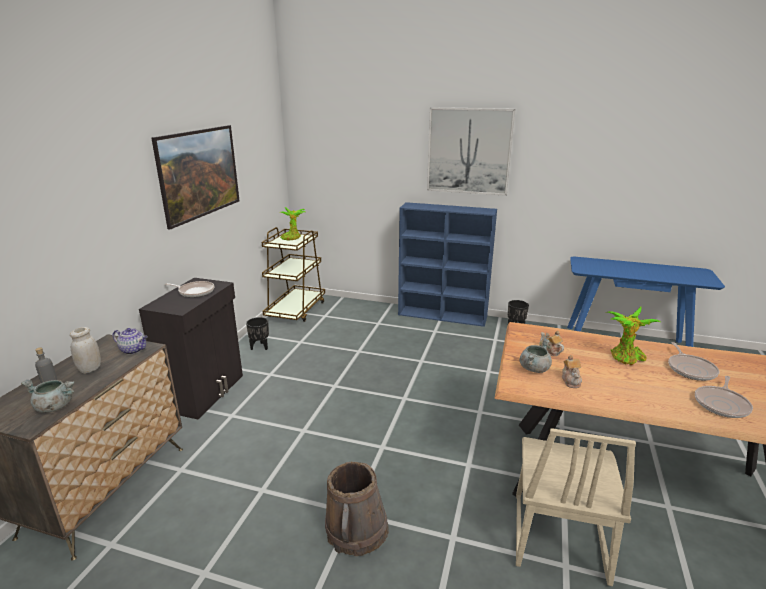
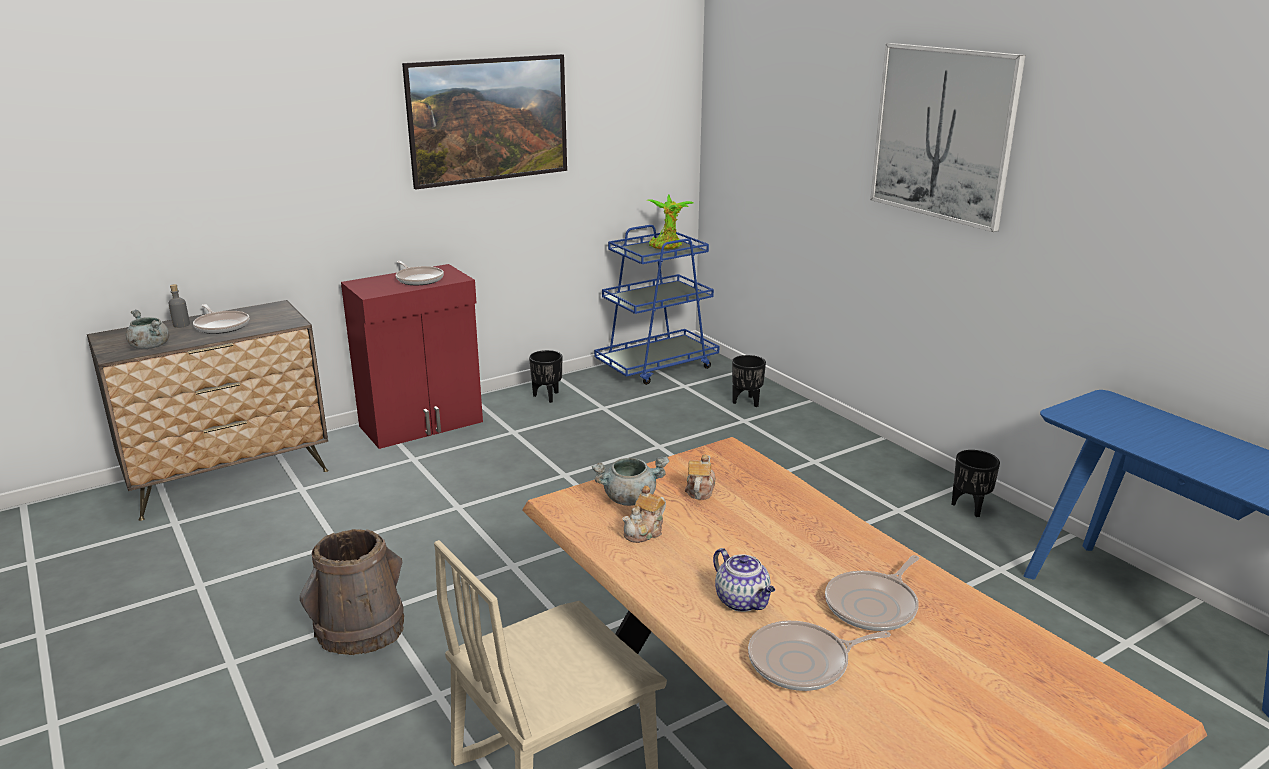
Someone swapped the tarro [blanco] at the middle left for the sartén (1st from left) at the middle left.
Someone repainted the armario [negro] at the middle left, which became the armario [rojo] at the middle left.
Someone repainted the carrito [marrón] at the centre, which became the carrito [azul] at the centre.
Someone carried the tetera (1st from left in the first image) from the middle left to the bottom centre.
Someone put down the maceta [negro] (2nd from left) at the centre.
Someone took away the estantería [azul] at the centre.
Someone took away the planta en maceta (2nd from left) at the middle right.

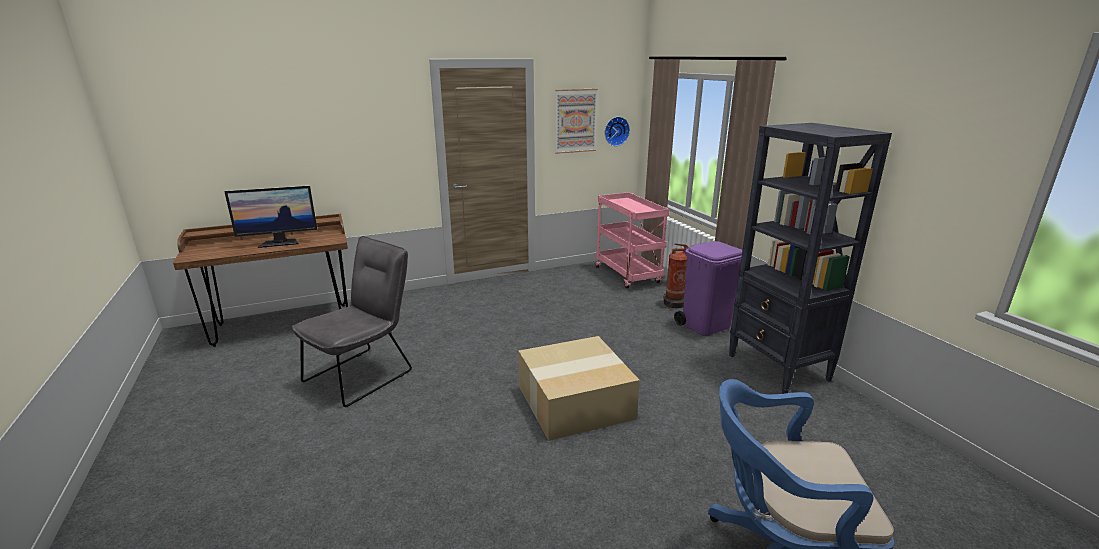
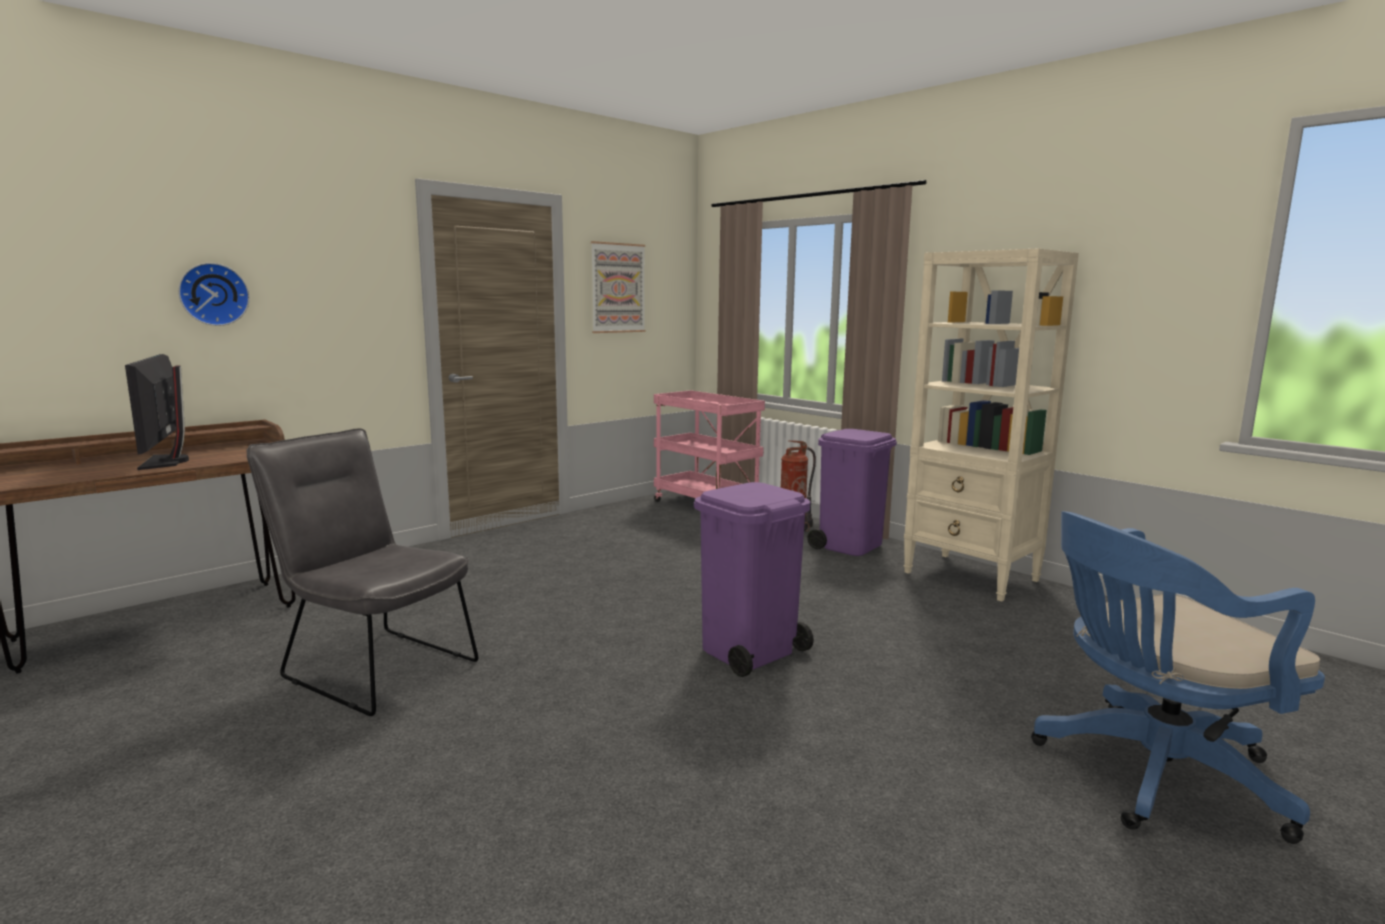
Someone rotated the monitor at the middle left by 105 degrees clockwise.
Someone carried the reloj de pared from the top centre to the top left.
Someone rotated the silla [gris] at the middle left by 75 degrees counterclockwise.
Someone swapped the caja de cartón at the bottom centre for the papelera [morado] (1st from left) at the centre.
Someone repainted the estantería [negro] at the middle right, which became the estantería [beis] at the middle right.

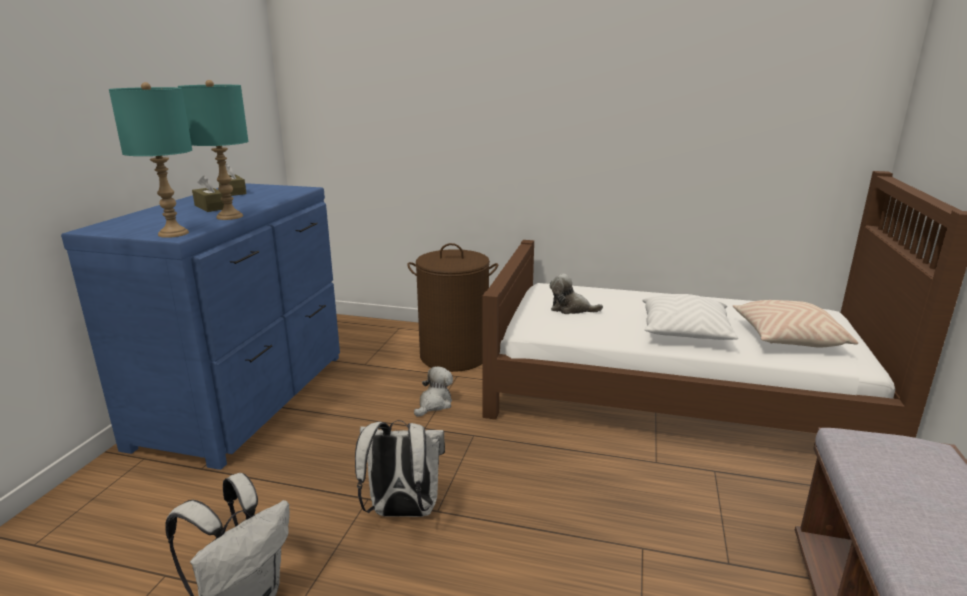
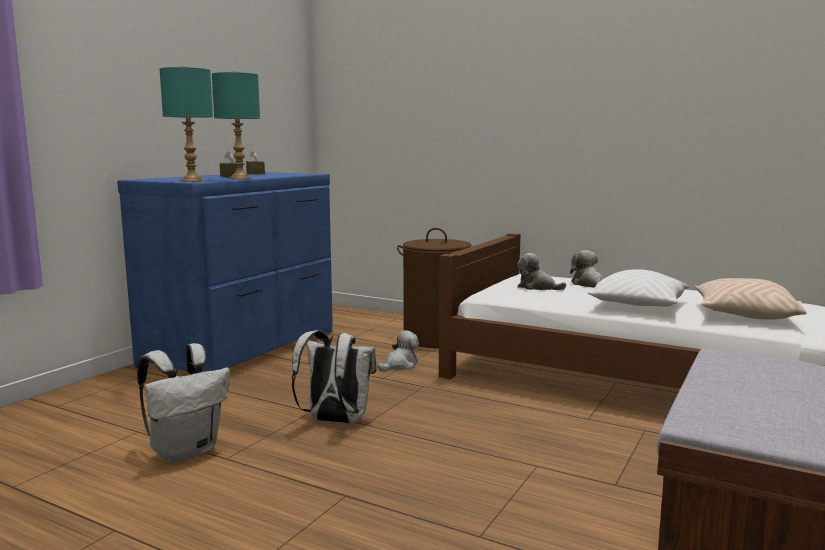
Someone put down the peluche (3rd from left) at the middle right.

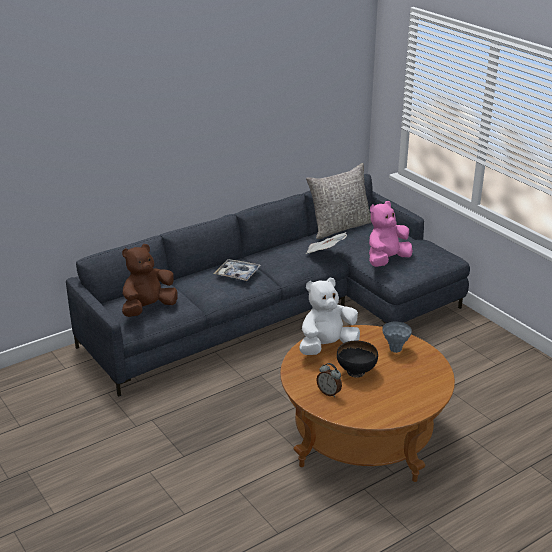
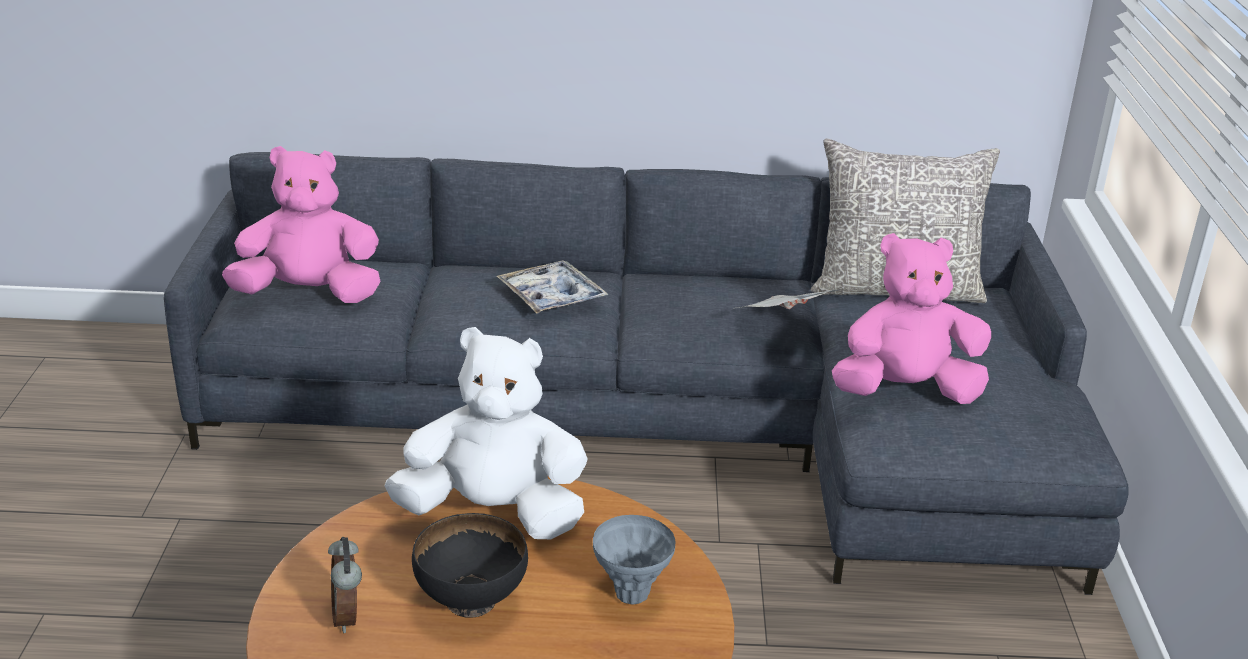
Someone repainted the peluche [marrón] at the middle left, which became the peluche [rosa] (1st from left) at the middle left.

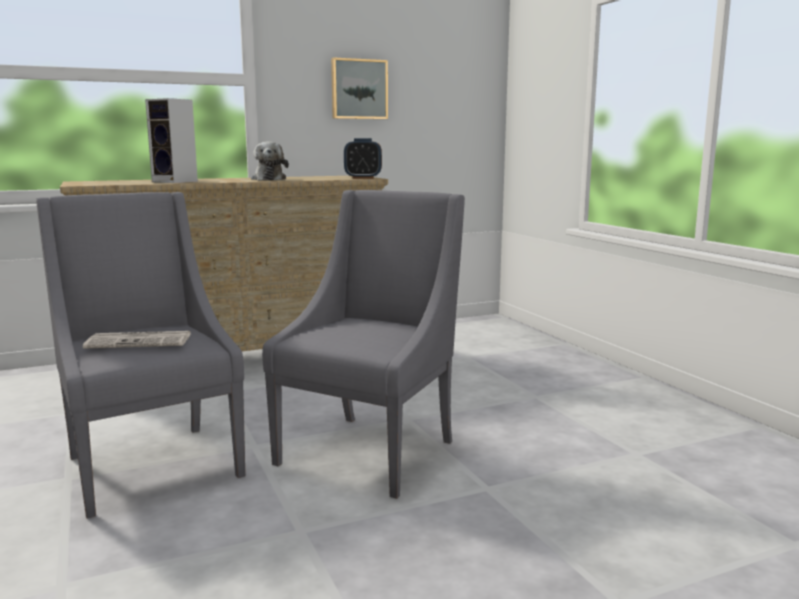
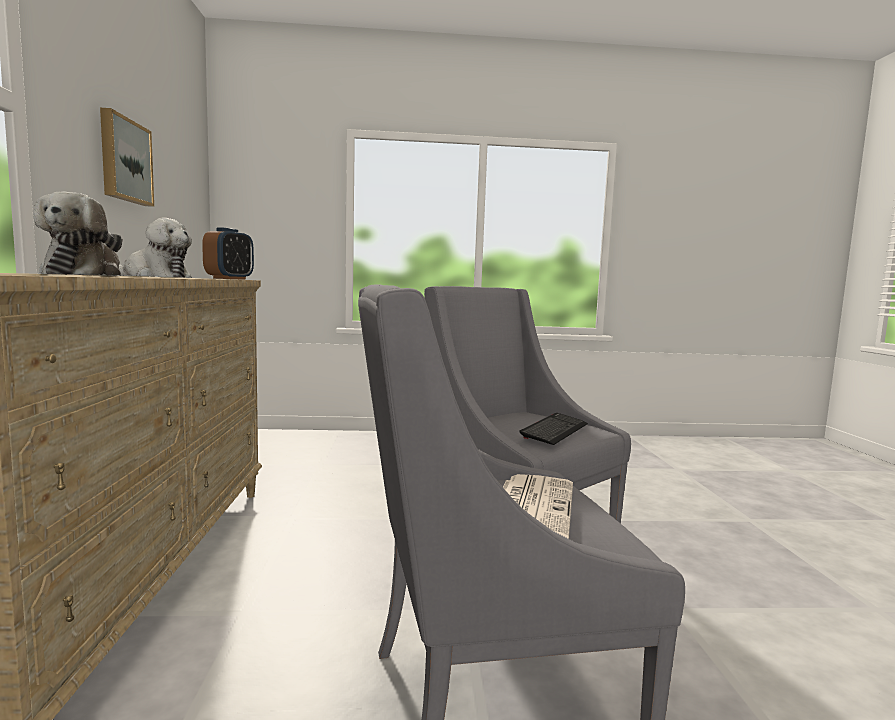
Someone swapped the altavoz at the top left for the peluche (1st from left) at the top left.
Someone put down the teclado at the centre.

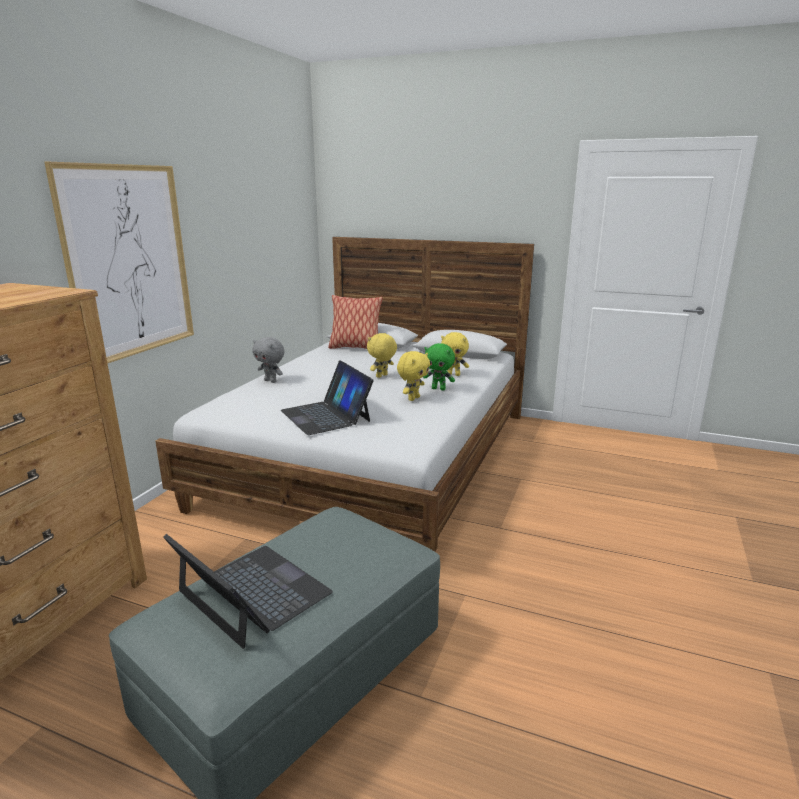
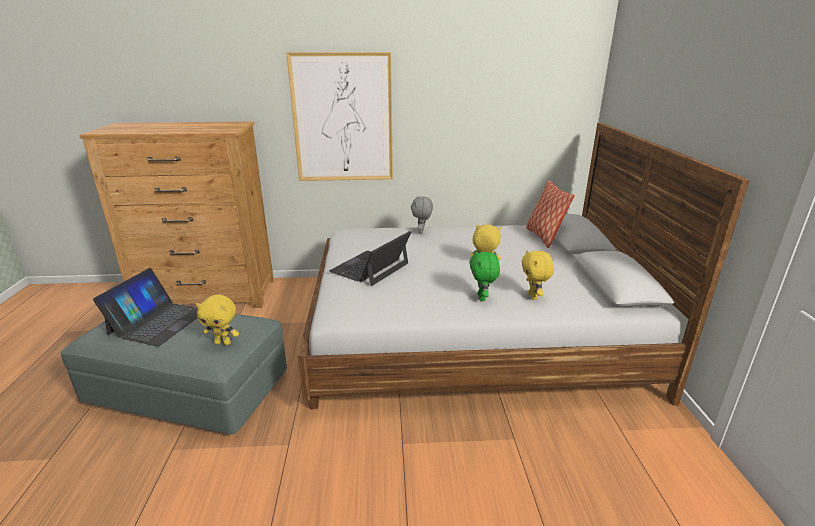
Someone carried the peluche [amarillo] (2nd from left in the first image) from the centre to the middle left.

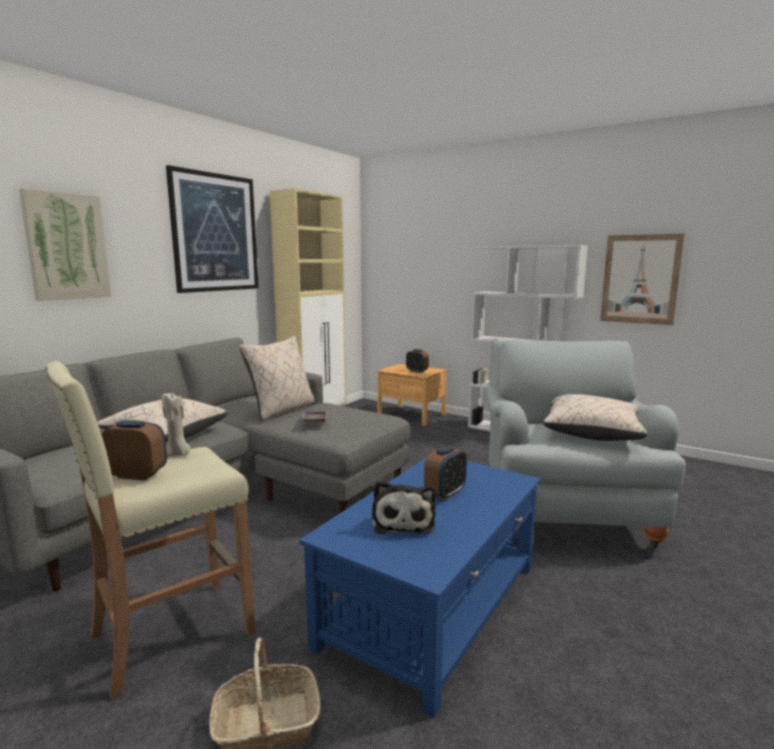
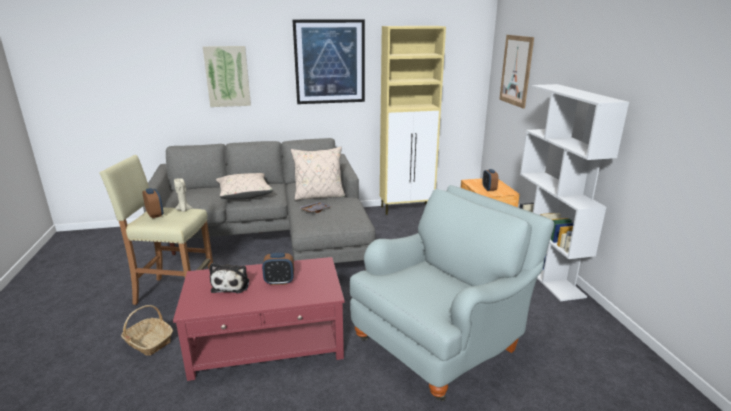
Someone repainted the mesa de centro [azul] at the bottom centre, which became the mesa de centro [rojo] at the bottom centre.
Someone rotated the peluche at the bottom centre by 45 degrees counterclockwise.
Someone carried the cuadro (3rd from left) from the middle right to the top right.
Someone took away the cojín [beis] (3rd from left) at the middle right.

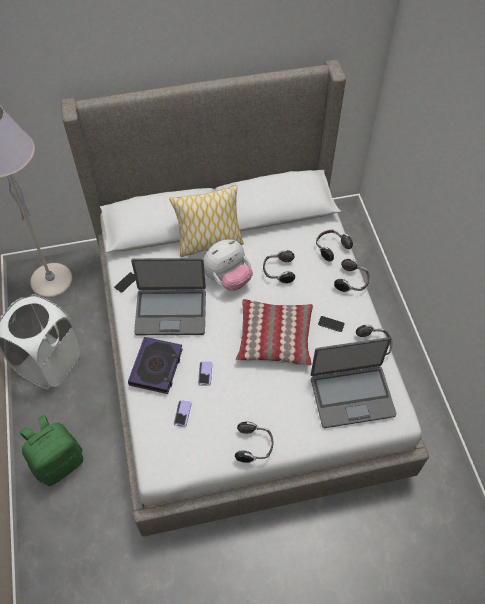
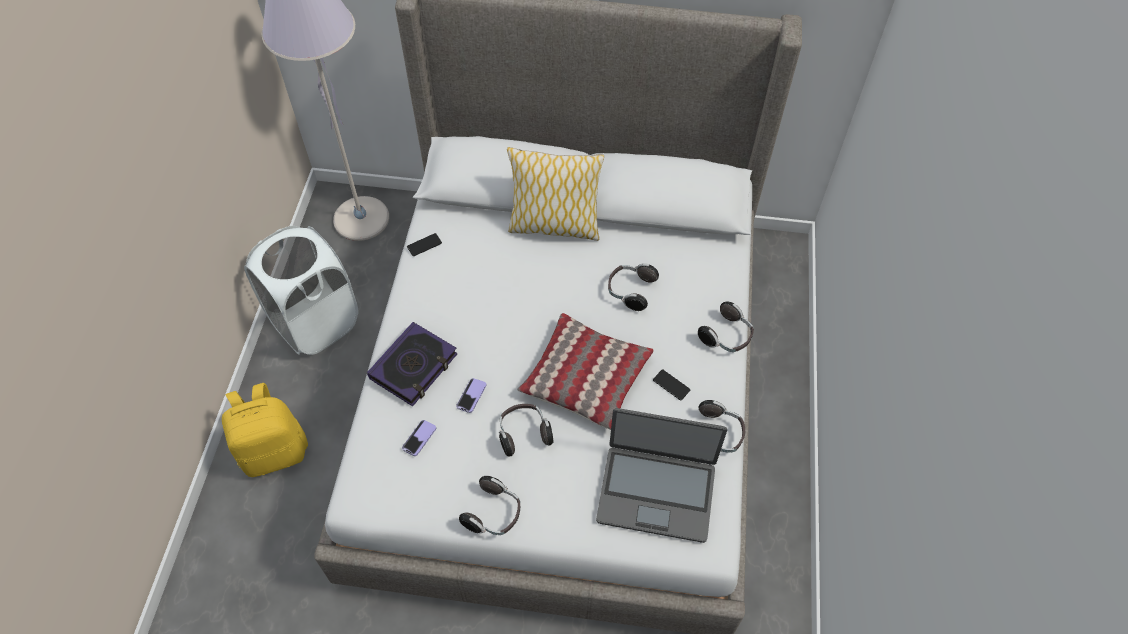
Someone repainted the mochila [verde] at the bottom left, which became the mochila [amarillo] at the bottom left.
Someone carried the auriculares (3rd from left in the first image) from the middle right to the bottom centre.
Someone took away the portátil (1st from left) at the centre.
Someone took away the peluche at the centre.

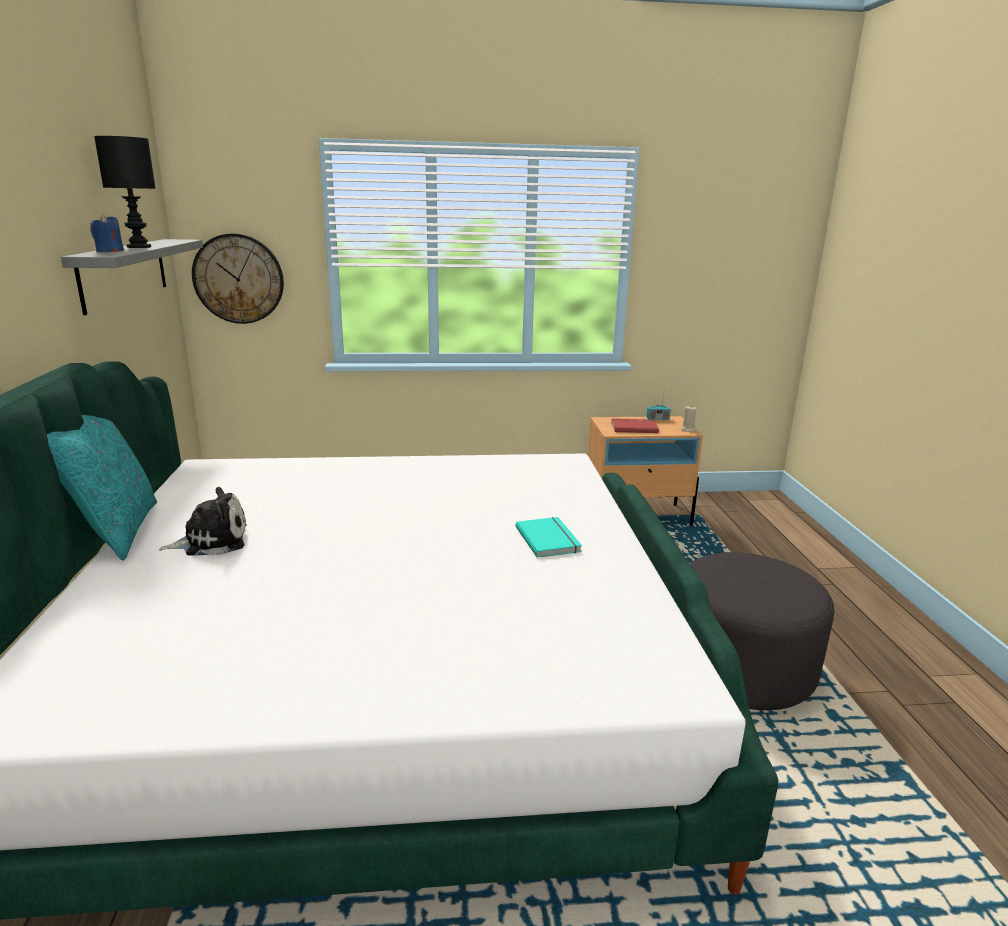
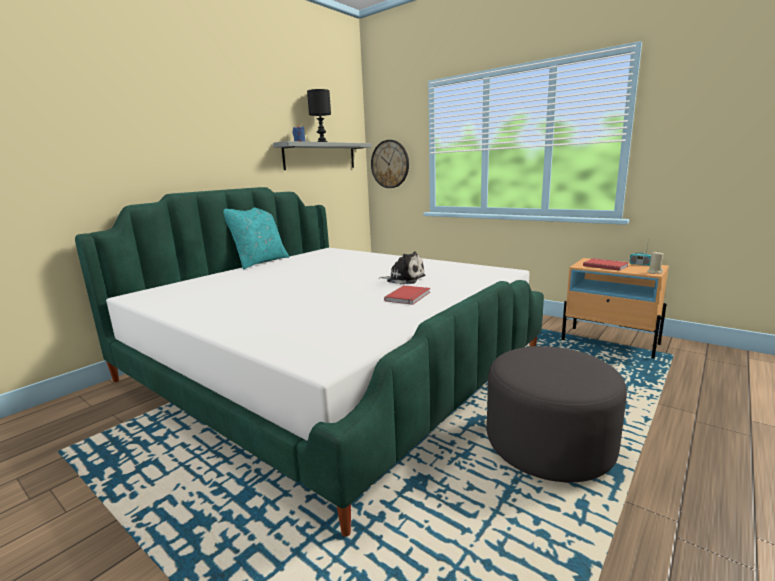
Someone carried the peluche from the middle left to the centre.
Someone repainted the libro [turquesa] at the centre, which became the libro [rojo] (1st from left) at the centre.

